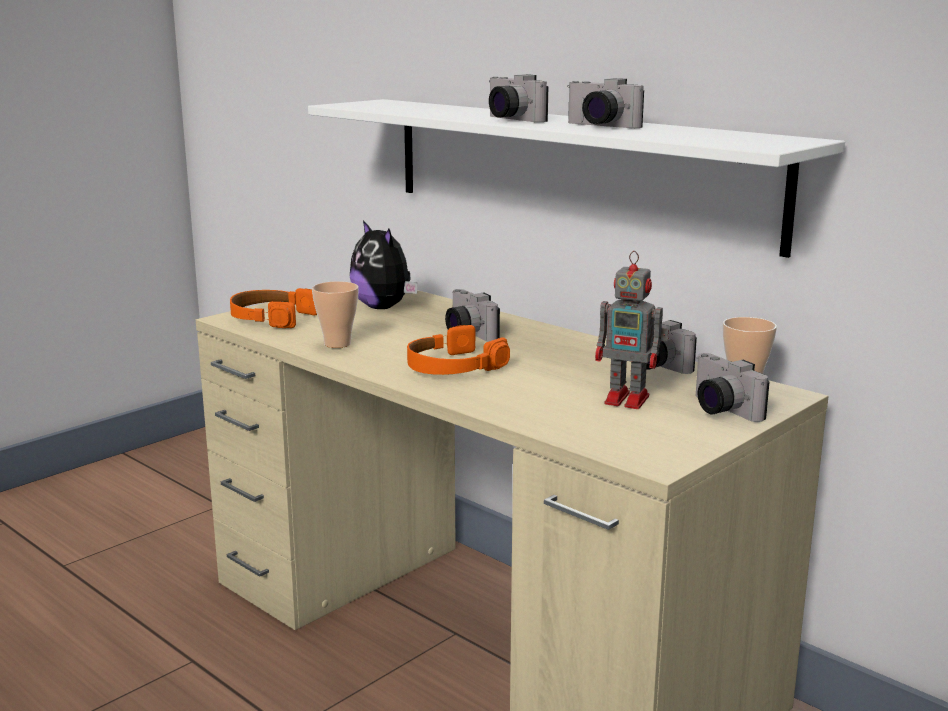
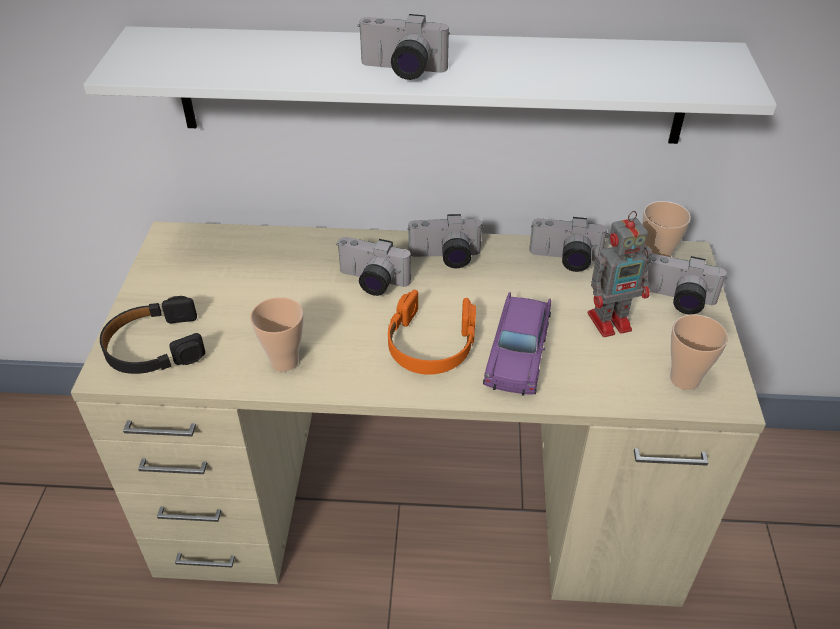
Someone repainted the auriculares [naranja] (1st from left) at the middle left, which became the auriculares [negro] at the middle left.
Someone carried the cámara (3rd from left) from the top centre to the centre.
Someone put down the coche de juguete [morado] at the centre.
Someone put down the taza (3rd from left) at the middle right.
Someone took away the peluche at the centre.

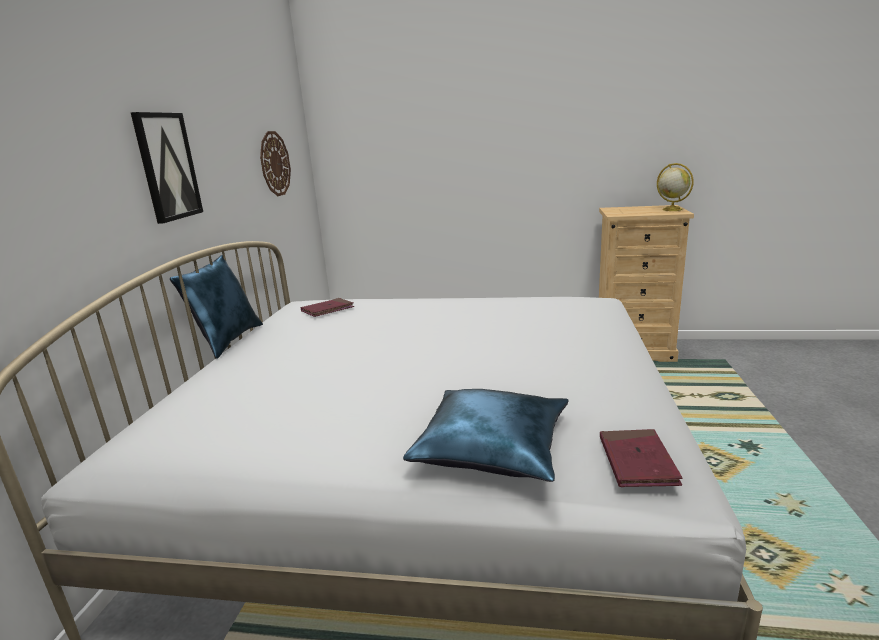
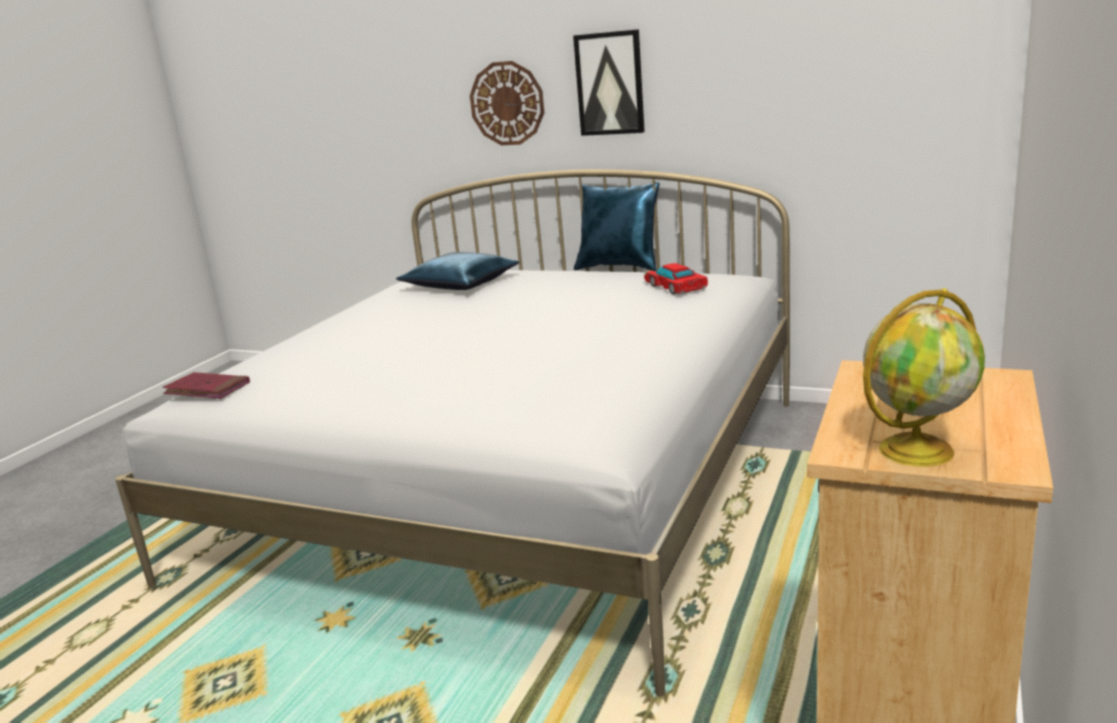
Someone carried the cojín [azul] (2nd from left in the first image) from the bottom centre to the centre.
Someone carried the reloj de pared from the top left to the top centre.
Someone swapped the libro [rojo] (1st from left) at the centre for the coche de juguete at the centre.

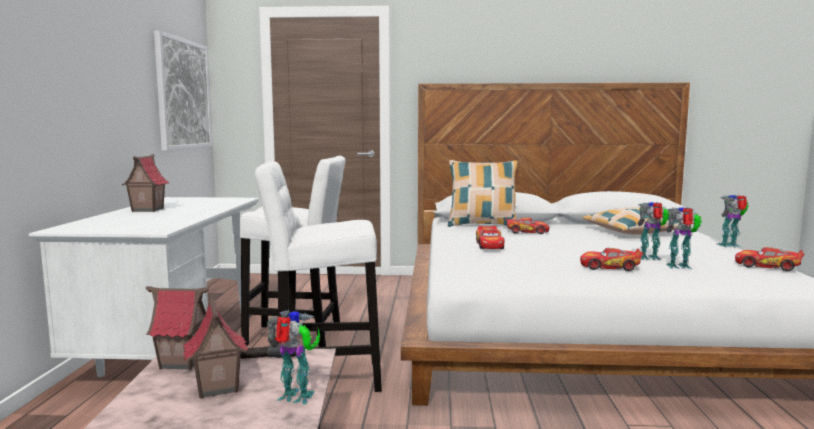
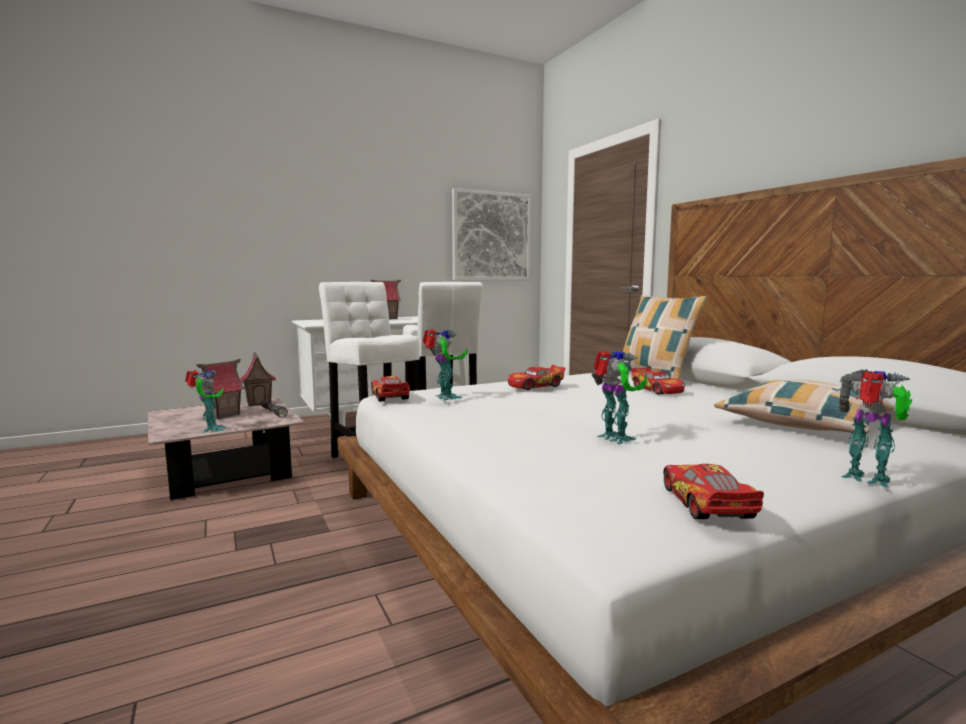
Someone carried the coche de juguete (3rd from left in the first image) from the middle right to the centre.
Someone carried the robot de juguete (3rd from left in the first image) from the middle right to the centre.

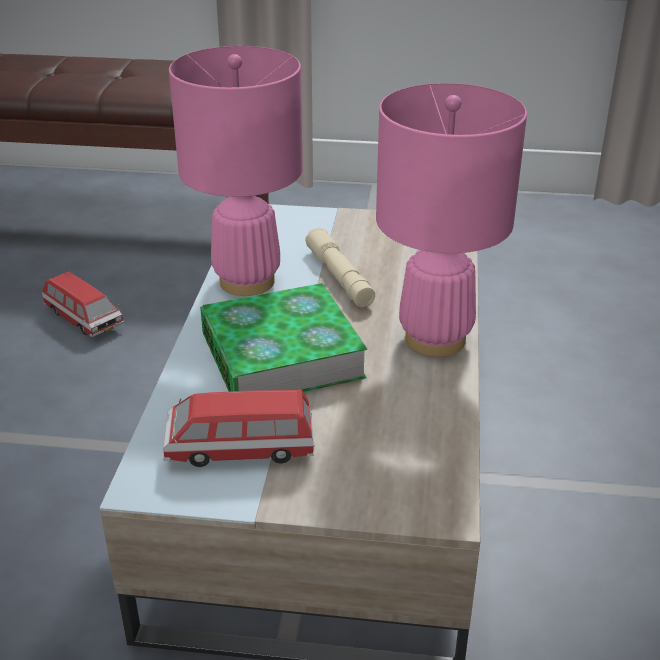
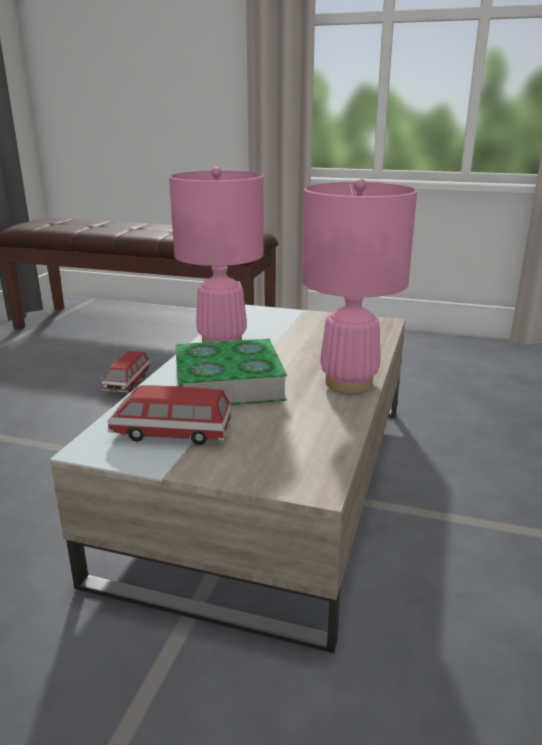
Someone rotated the coche de juguete (1st from left) at the middle left by 45 degrees clockwise.
Someone took away the linterna [beis] at the centre.

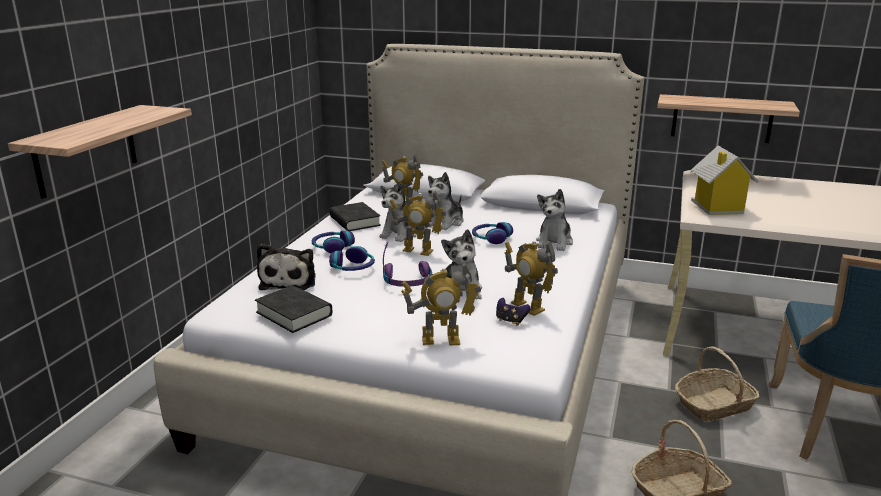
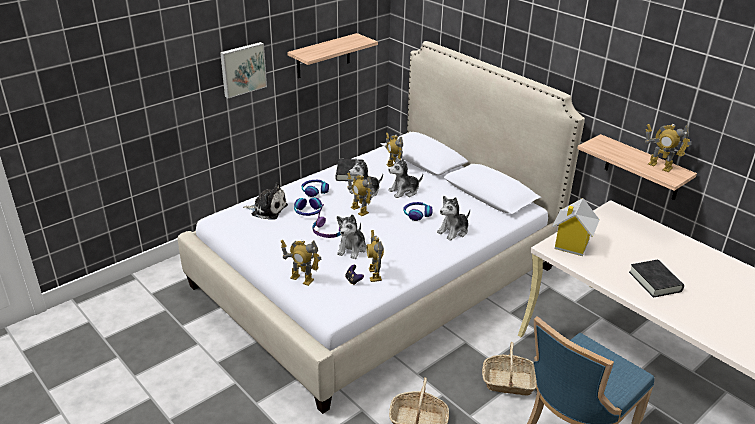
Someone put up the cuadro at the top left.
Someone rotated the peluche (1st from left) at the middle left by 105 degrees counterclockwise.
Someone carried the estante (1st from left) from the top left to the top centre.
Someone carried the libro [negro] (1st from left in the first image) from the middle left to the middle right.
Someone put down the robot de juguete (5th from left) at the middle right.

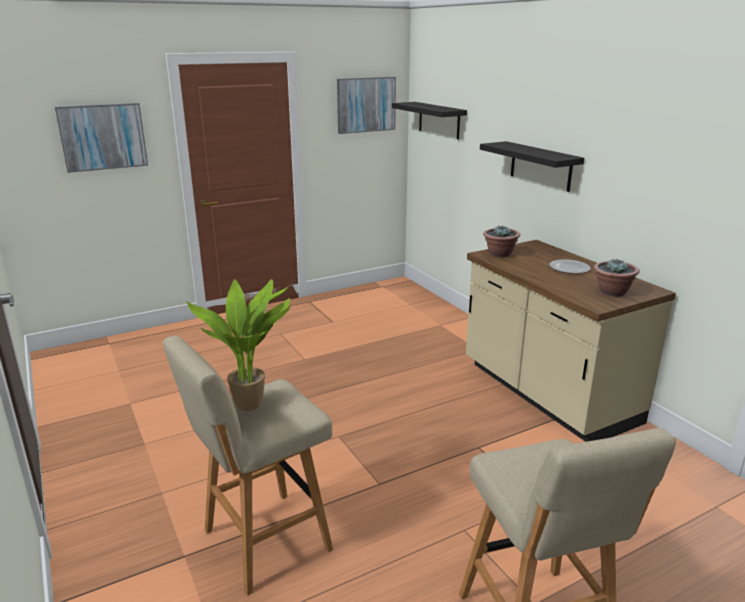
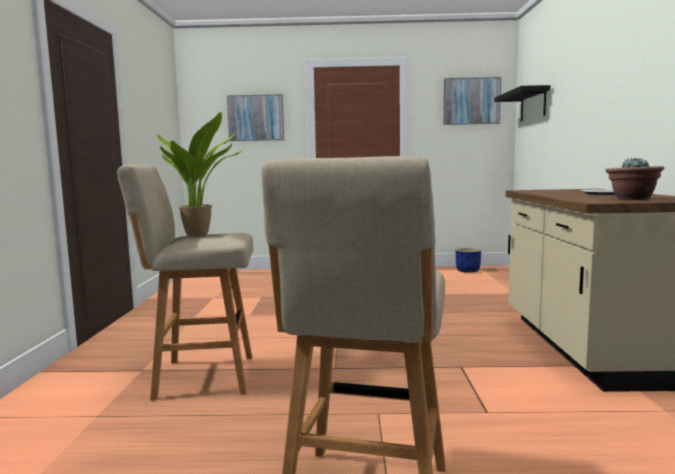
Someone put down the maceta [azul] at the middle right.
Someone took away the estante [negro] (2nd from left) at the top right.
Someone took away the planta en maceta (2nd from left) at the middle right.

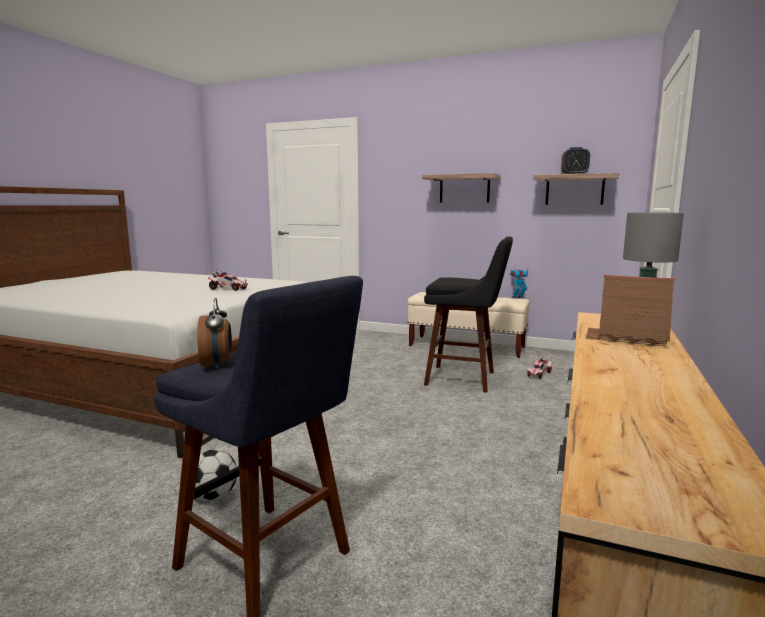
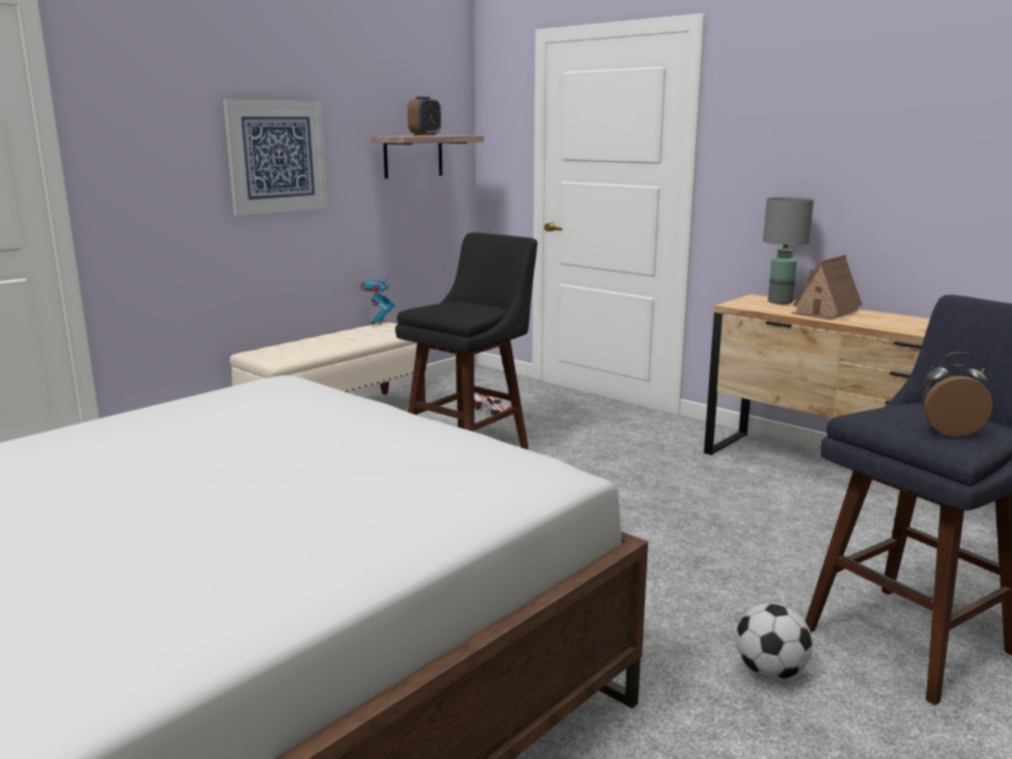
Someone swapped the estante (1st from left) at the top centre for the cuadro at the top left.
Someone took away the coche de juguete (1st from left) at the middle left.

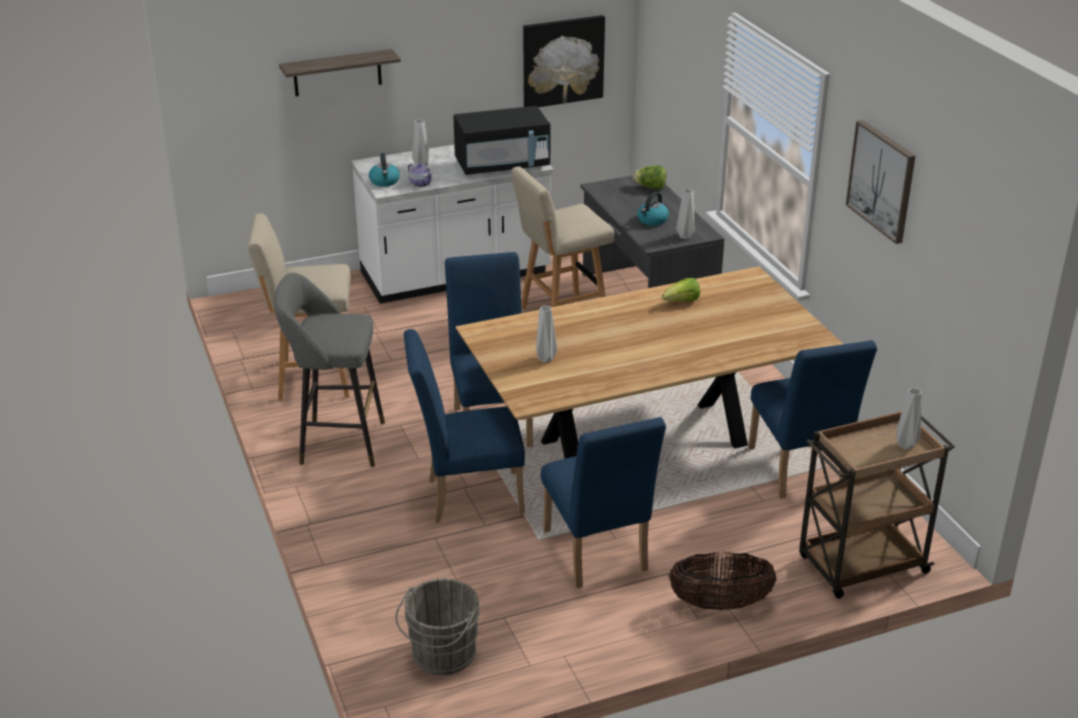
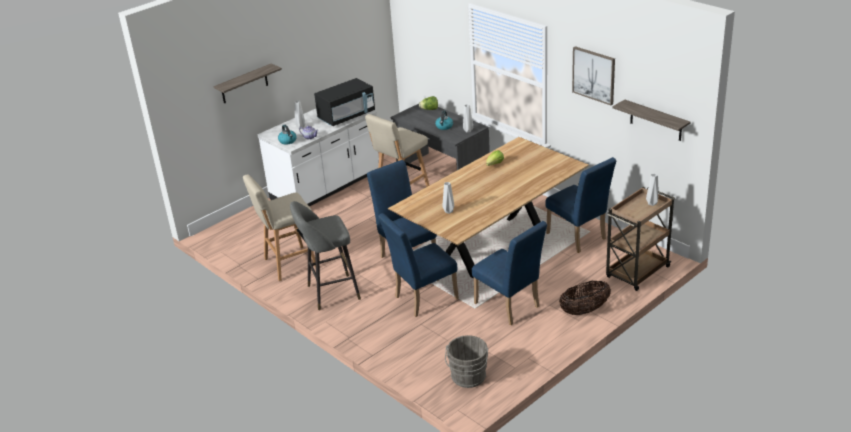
Someone put up the estante (2nd from left) at the top right.
Someone took away the cuadro (1st from left) at the top centre.

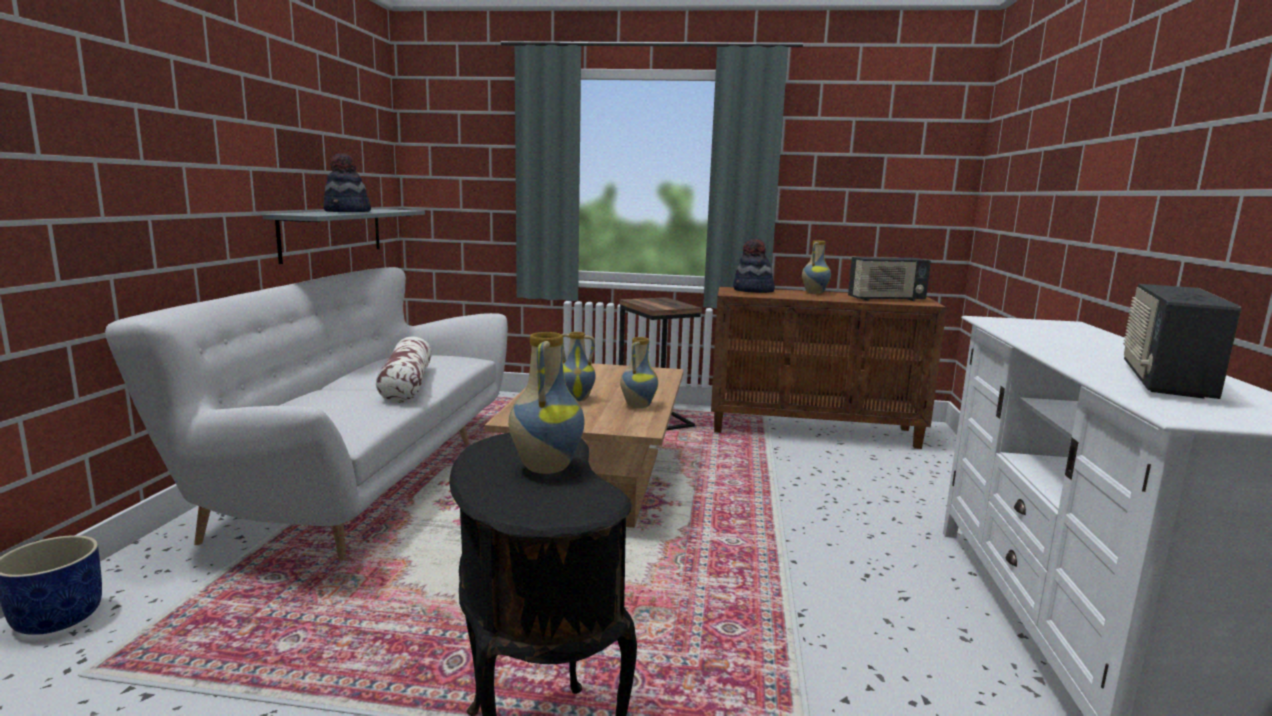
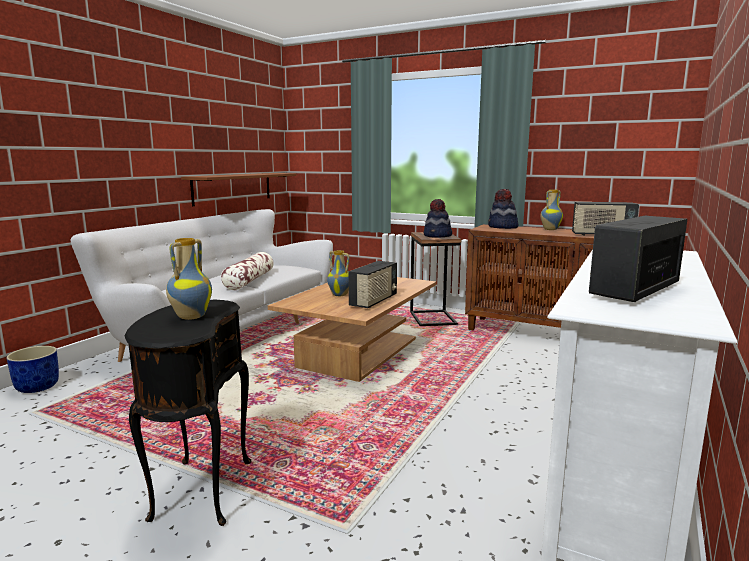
Someone repainted the estante [gris] at the top left, which became the estante [marrón] at the middle left.
Someone swapped the florero (3rd from left) at the centre for the radio (1st from left) at the centre.
Someone carried the sombrero (1st from left) from the top left to the centre.

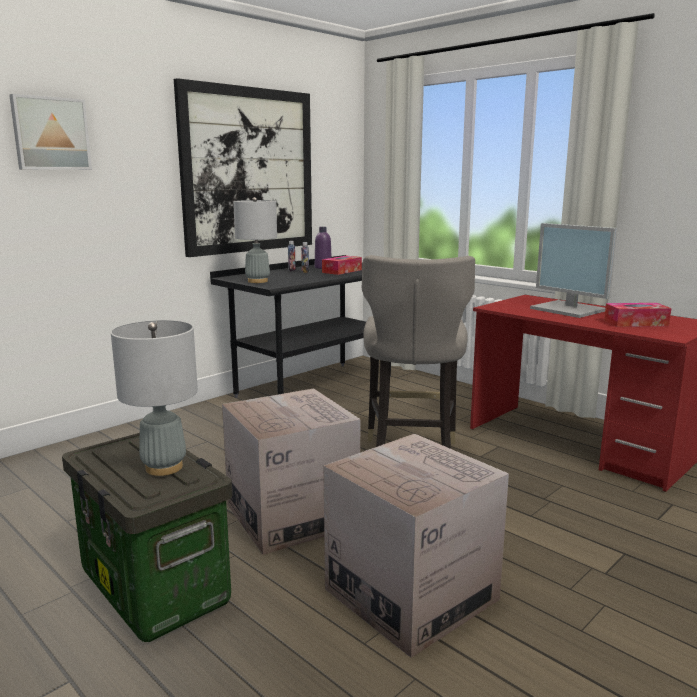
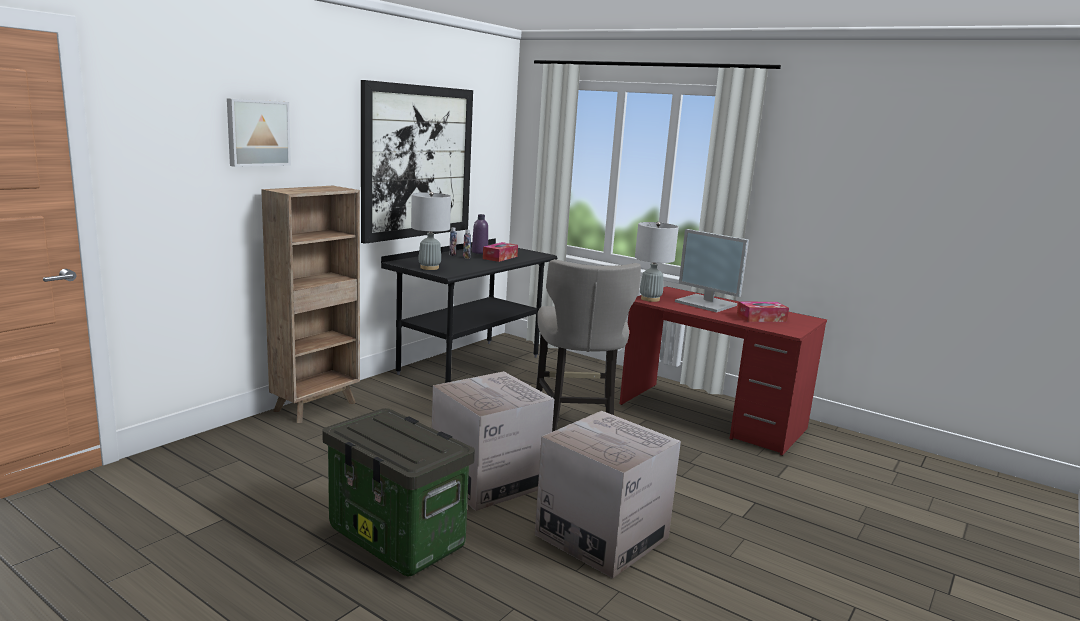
Someone put down the estantería [marrón] at the middle left.
Someone carried the lámpara de mesa [gris] (1st from left in the first image) from the middle left to the centre.

